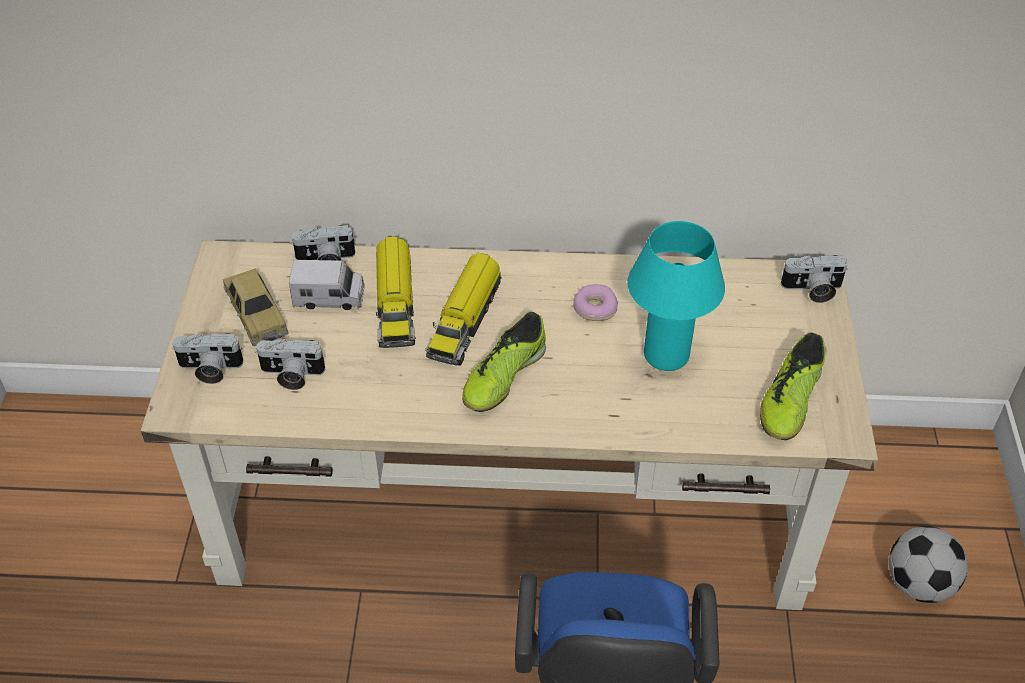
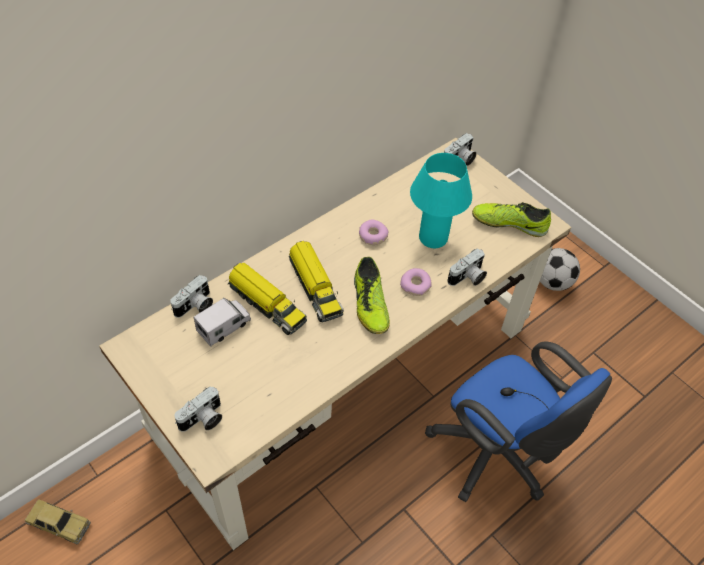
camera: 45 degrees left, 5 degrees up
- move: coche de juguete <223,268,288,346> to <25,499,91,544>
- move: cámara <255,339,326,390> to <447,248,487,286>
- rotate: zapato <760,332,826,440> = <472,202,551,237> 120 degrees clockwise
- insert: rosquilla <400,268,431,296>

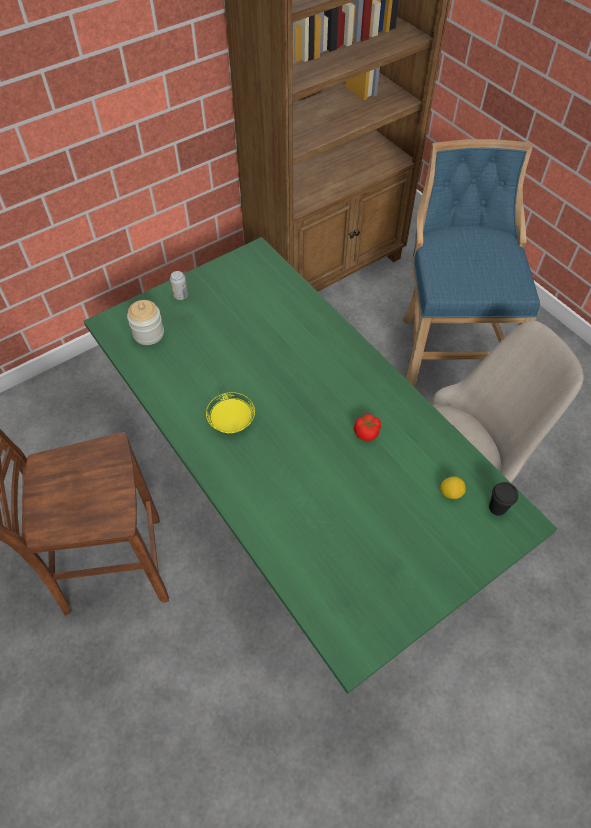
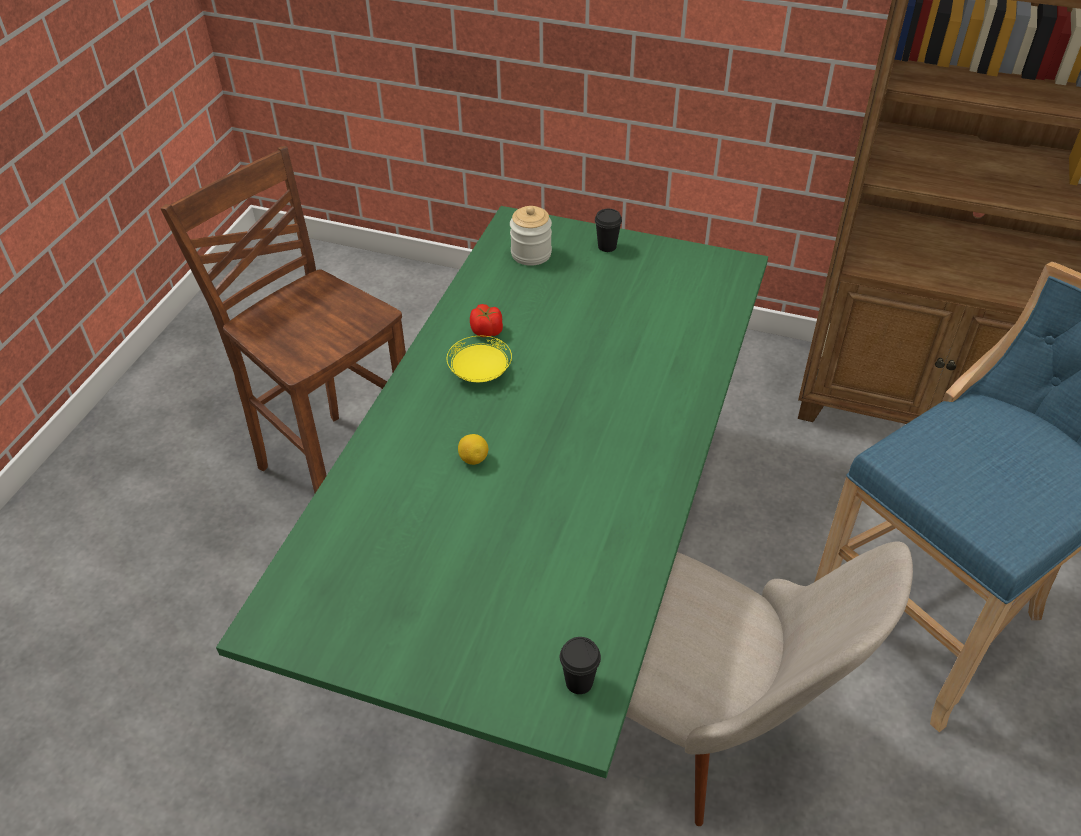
camera: 55 degrees right, 10 degrees down
- replace: lata <170,271,188,300> to taza (negro) <595,209,622,252>
- move: tomate <354,414,381,441> to <470,304,503,337>
- move: limón <440,477,466,499> to <458,434,488,465>

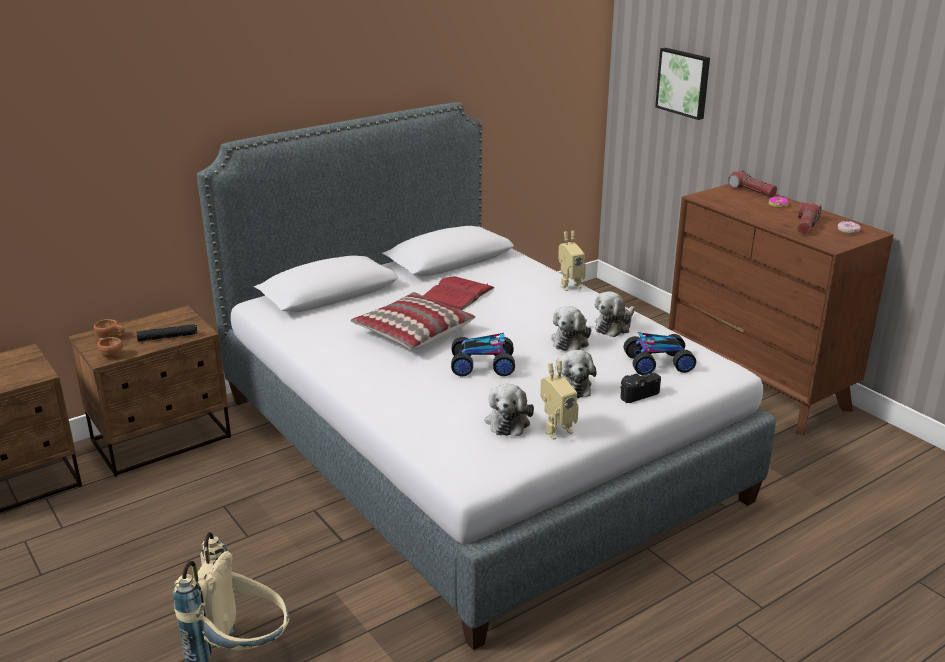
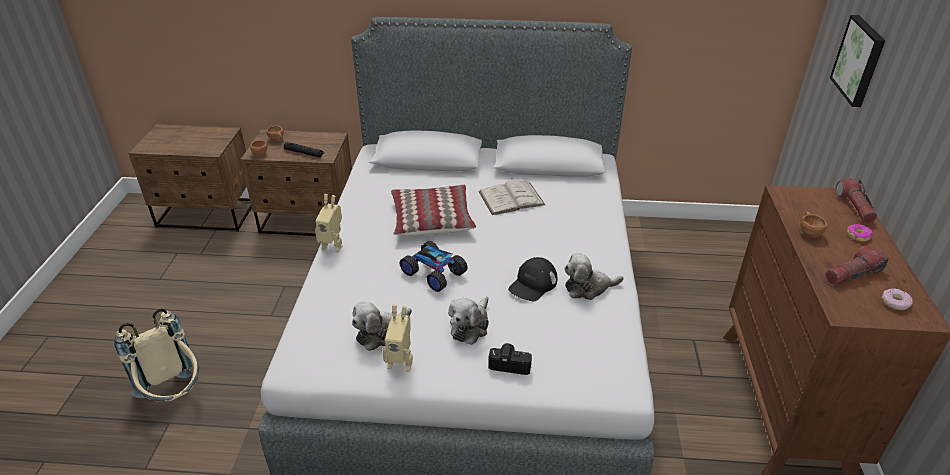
camera: 40 degrees right, 10 degrees up
- recolor: libro (rojo) <423,276,495,310> to libro (blanco) <479,181,545,215>
- replace: peluche <551,306,591,351> to gorra (negro) <508,257,557,302>
- move: robot de juguete <558,230,586,291> to <315,194,342,252>
- delete: coche de juguete <623,332,696,375>
- insert: taza (marrón) <800,211,828,238>

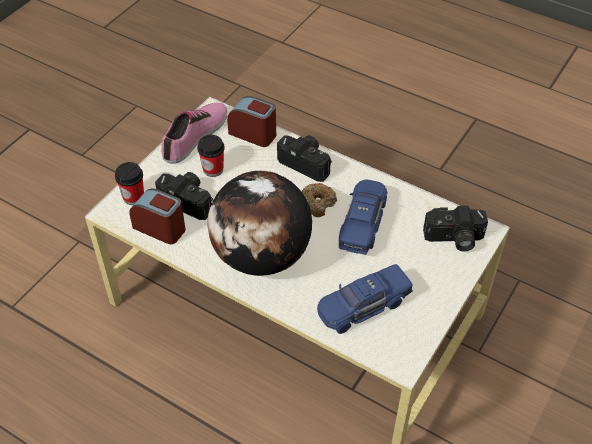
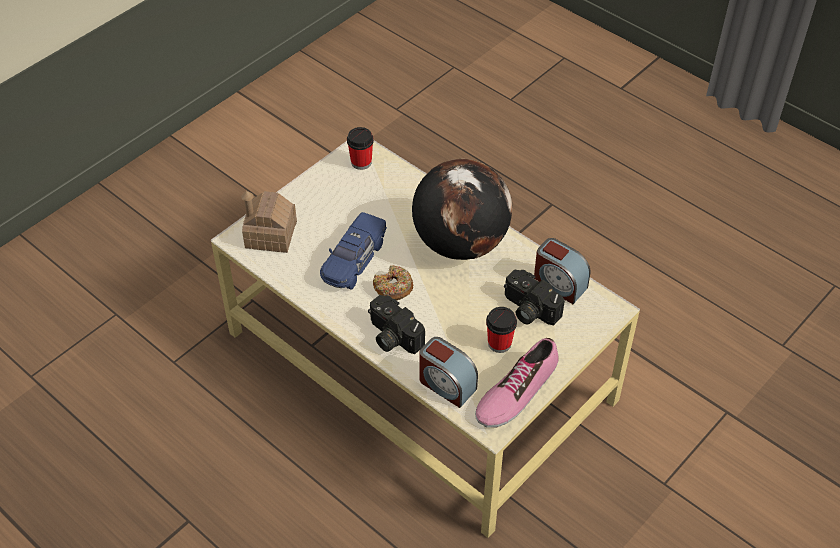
camera: 170 degrees left, 0 degrees up
- move: taza <115,162,144,205> to <347,127,374,170>
- delete: coche de juguete (azul) <317,264,413,334>
- replace: cámara <423,206,488,252> to casita <241,191,297,253>

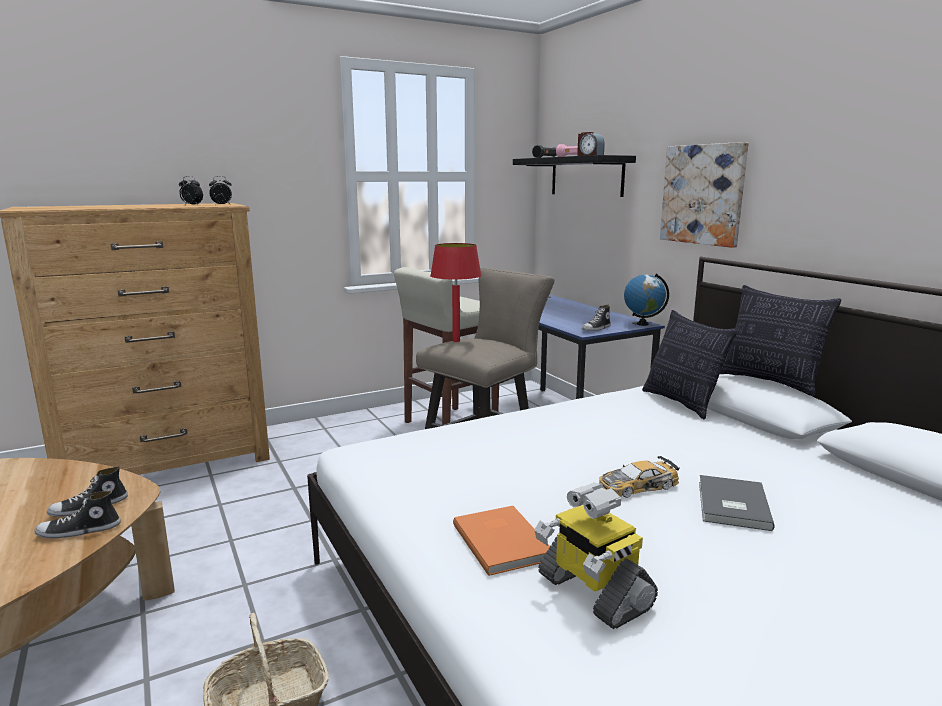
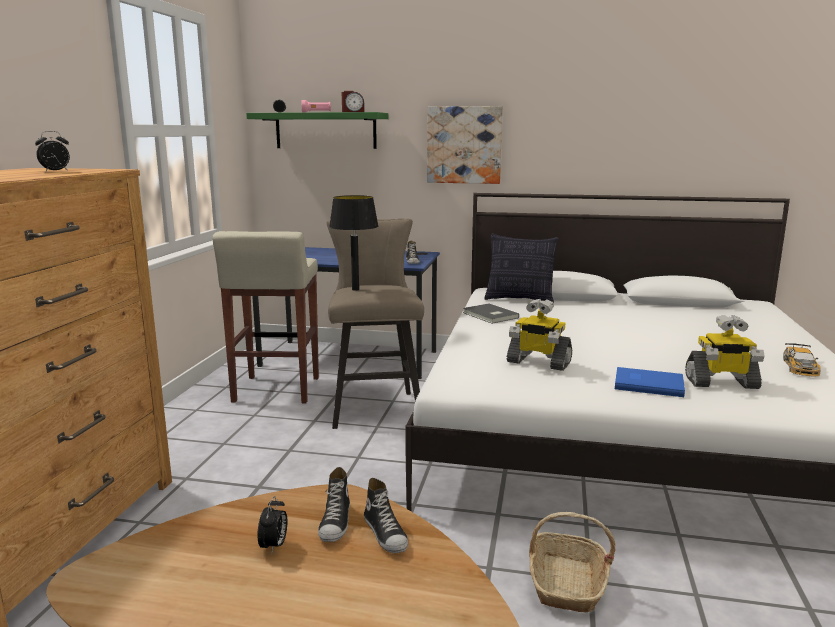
camera: 50 degrees left, 0 degrees up
- rotate: zapato <34,491,121,538> = <364,478,408,553> 45 degrees counterclockwise
- move: despertador <209,176,232,205> to <258,496,287,553>
- recolor: lámpara de mesa (rojo) <430,243,482,342> to lámpara de mesa (negro) <329,195,379,291>
- recolor: libro (naranja) <453,506,550,576> to libro (azul) <615,367,685,397>
- recolor: estante (negro) <513,155,636,197> to estante (verde) <246,112,389,149>
- move: coche de juguete <599,456,680,498> to <783,343,821,376>
- delete: globo terráqueo <624,273,669,326>
- move: libro (gris) <699,475,775,531> to <463,303,519,324>
- delete: cojín <720,285,841,396>
- insert: robot de juguete <507,299,572,371>

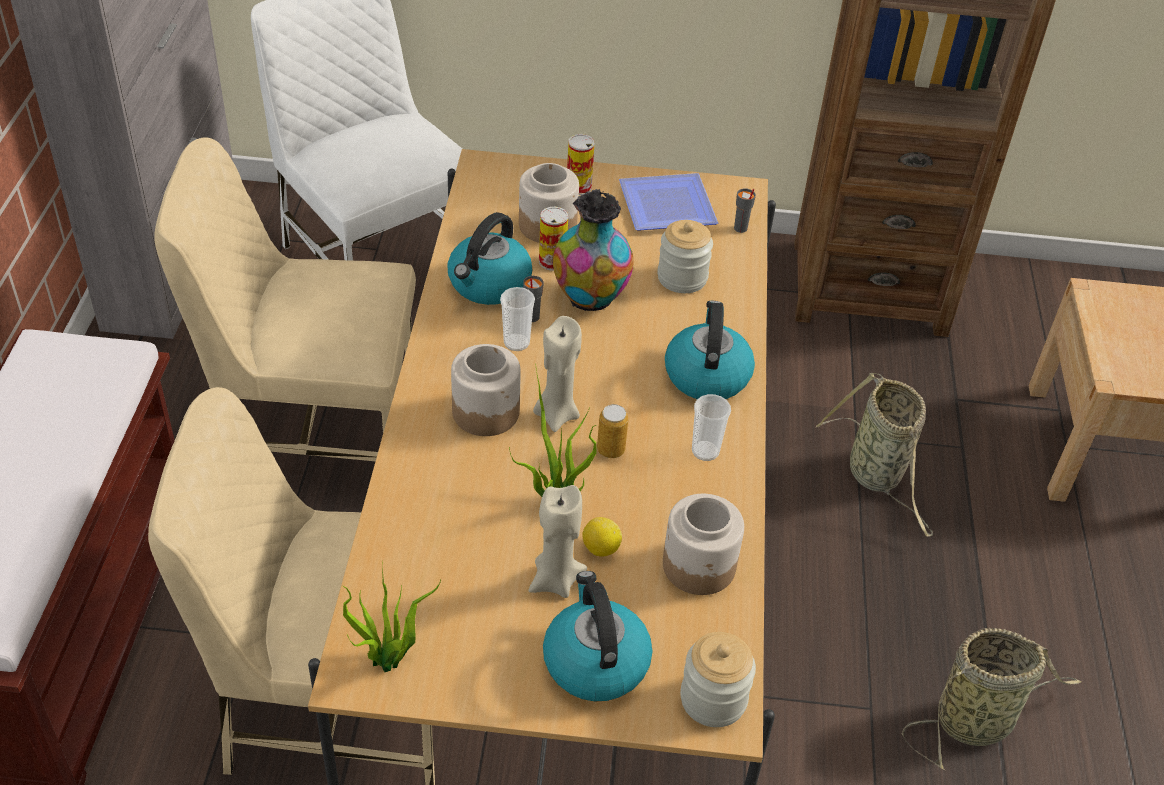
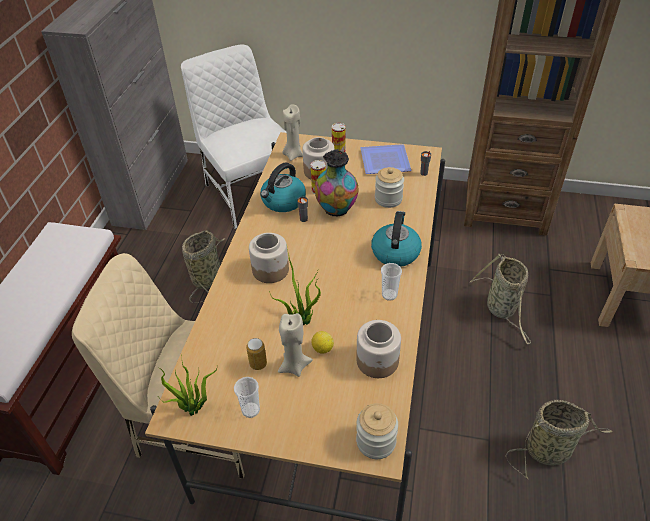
camera: 10 degrees right, 0 degrees up
- replace: silla (beis) <154,137,416,461> to cesta <182,230,225,303>
- move: taza <500,287,535,351> to <234,377,260,418>
- move: vela (beis) <533,316,582,432> to <282,104,303,161>
- delete: hervidor <543,571,652,701>
- move: lata <597,404,629,458> to <246,338,267,370>

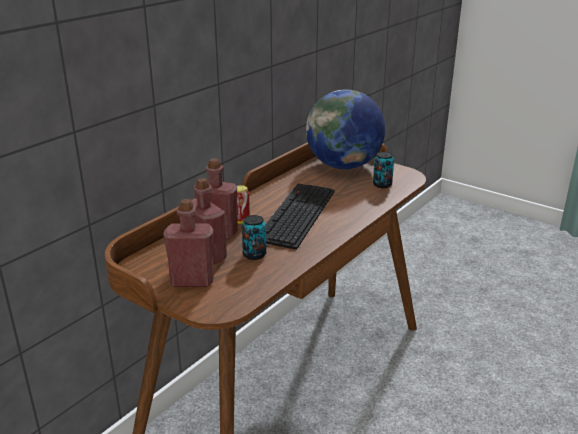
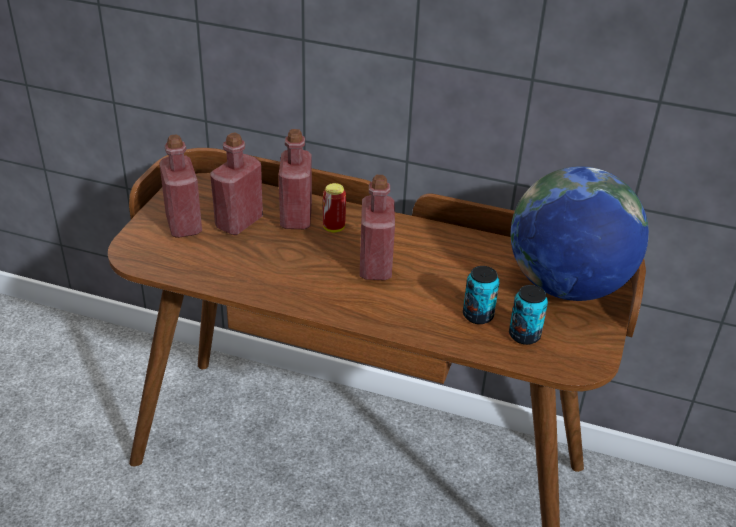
camera: 70 degrees right, 10 degrees up
- move: lata <242,215,266,260> to <463,266,500,324>
- replace: teclado <266,184,335,250> to botella (rojo) <360,175,395,280>

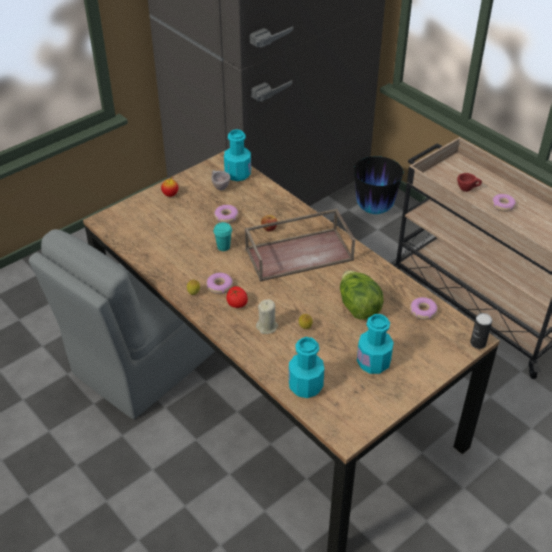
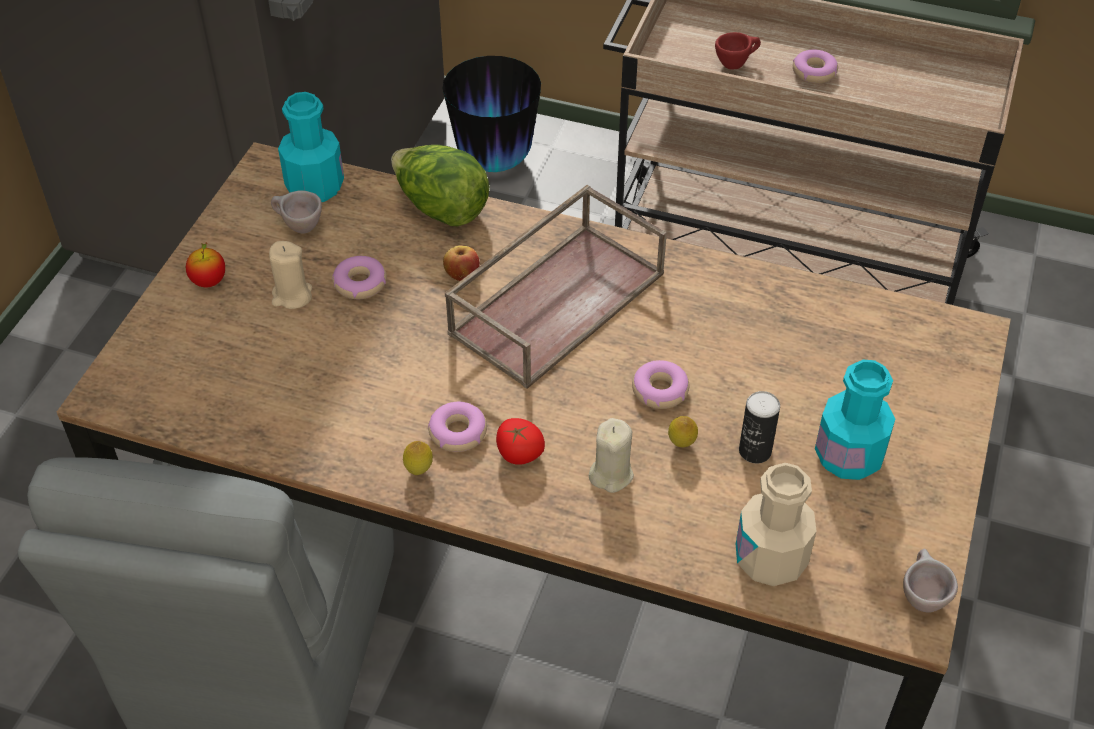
camera: 30 degrees left, 5 degrees up
- delete: taza (turquesa) <214,222,232,251>
- recolor: botella (turquesa) <289,337,324,398> to botella (beis) <736,463,817,586>
- move: lechuga <340,270,384,320> to <391,145,490,226>
- move: rosquilla <410,297,438,320> to <632,360,690,409>
- move: lata <470,313,492,349> to <739,391,780,463>
- insert: vela (beis) <269,241,312,309>
- insert: taza (beis) <903,549,958,613>

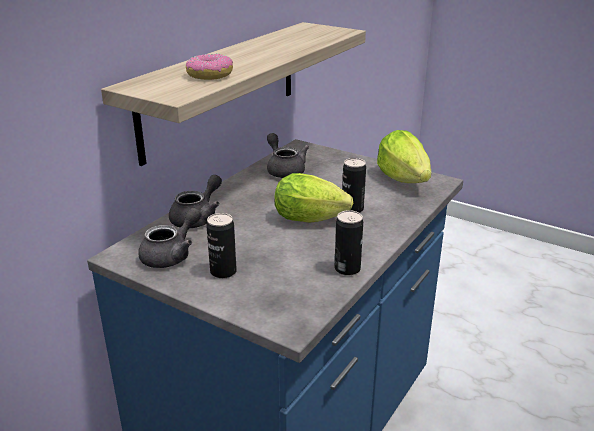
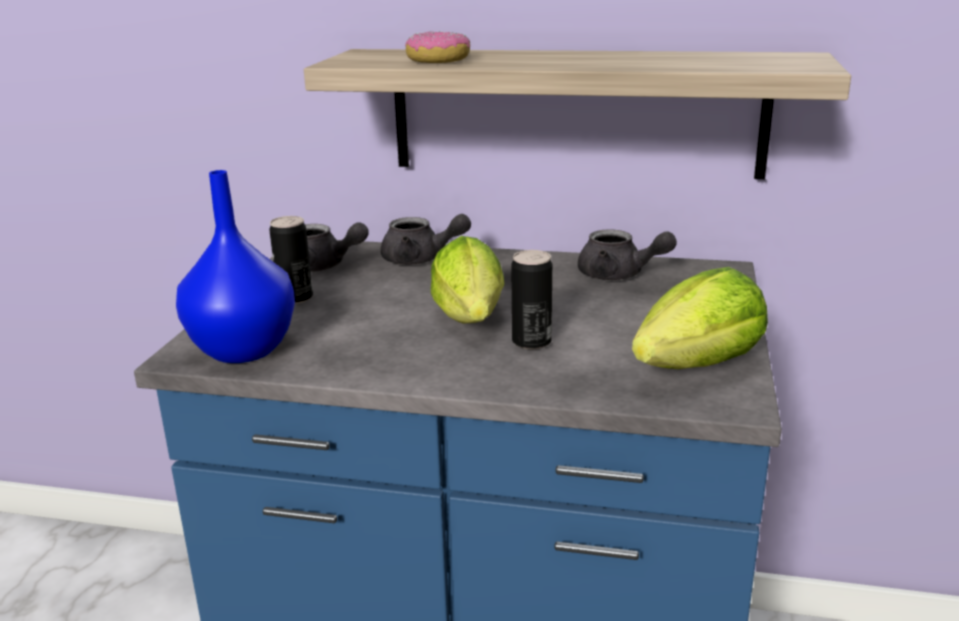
camera: 70 degrees right, 5 degrees down
- rotate: tetera (gris) <267,133,309,178> = <578,229,677,280> 75 degrees clockwise
- delete: lata <335,210,363,276>
- insert: florero (azul) <176,170,295,363>

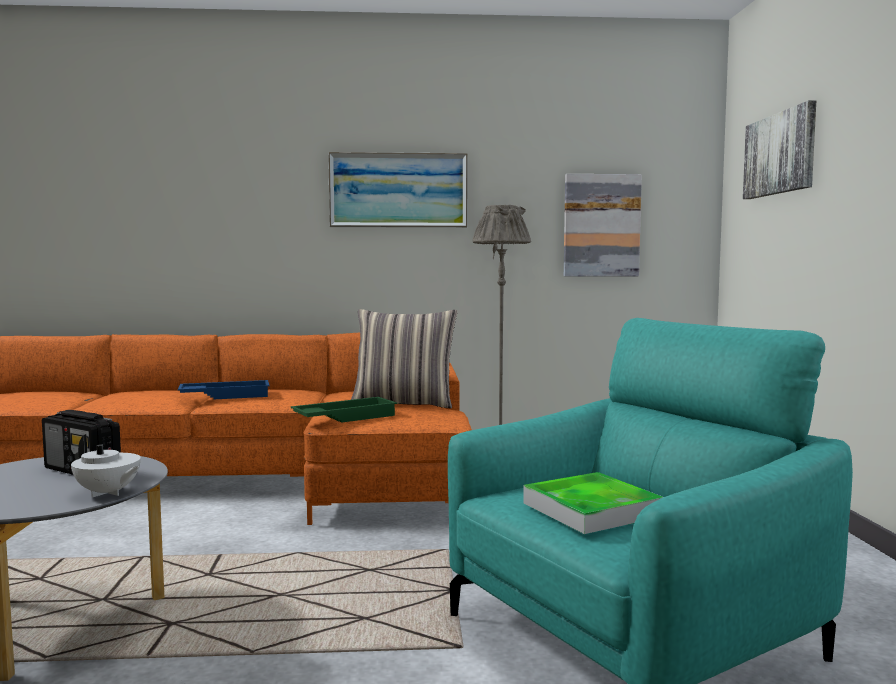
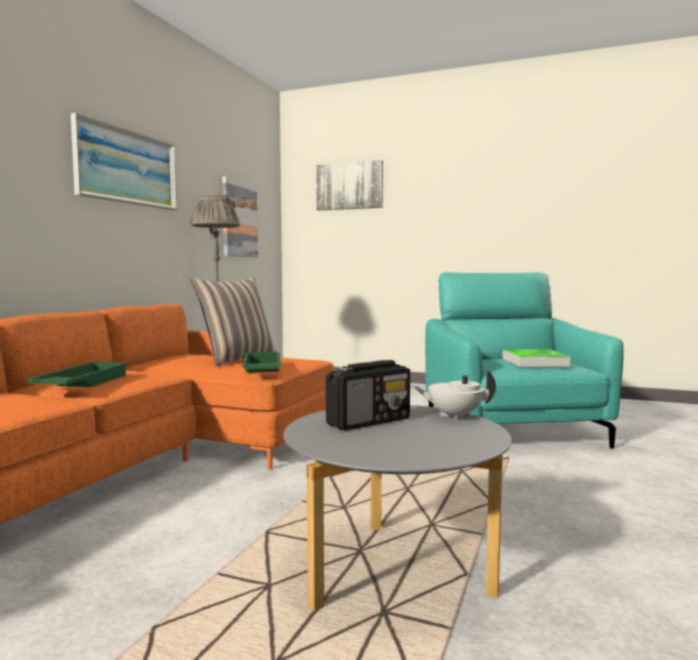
camera: 65 degrees left, 0 degrees up
- rotate: tetera (blanco) <71,434,141,498> = <413,369,496,420> 135 degrees counterclockwise
- recolor: bandeja (azul) <178,380,270,399> to bandeja (verde) <25,362,128,387>

